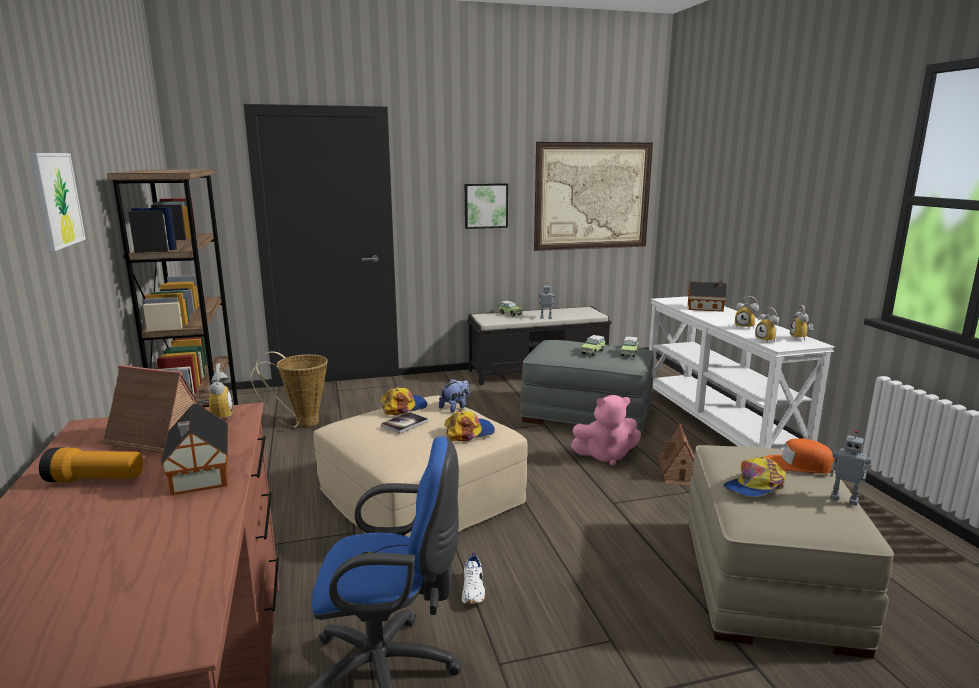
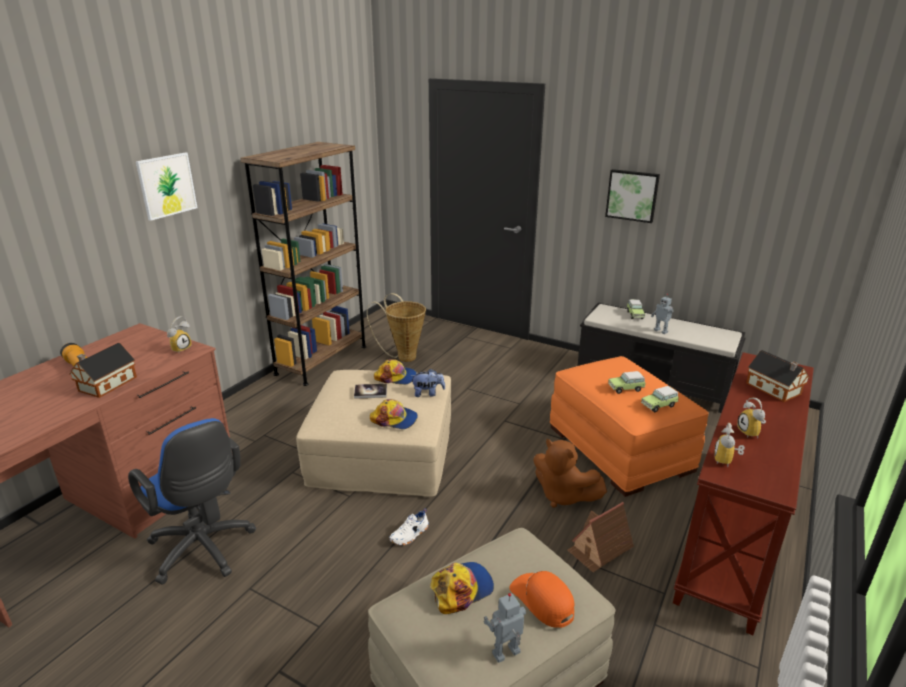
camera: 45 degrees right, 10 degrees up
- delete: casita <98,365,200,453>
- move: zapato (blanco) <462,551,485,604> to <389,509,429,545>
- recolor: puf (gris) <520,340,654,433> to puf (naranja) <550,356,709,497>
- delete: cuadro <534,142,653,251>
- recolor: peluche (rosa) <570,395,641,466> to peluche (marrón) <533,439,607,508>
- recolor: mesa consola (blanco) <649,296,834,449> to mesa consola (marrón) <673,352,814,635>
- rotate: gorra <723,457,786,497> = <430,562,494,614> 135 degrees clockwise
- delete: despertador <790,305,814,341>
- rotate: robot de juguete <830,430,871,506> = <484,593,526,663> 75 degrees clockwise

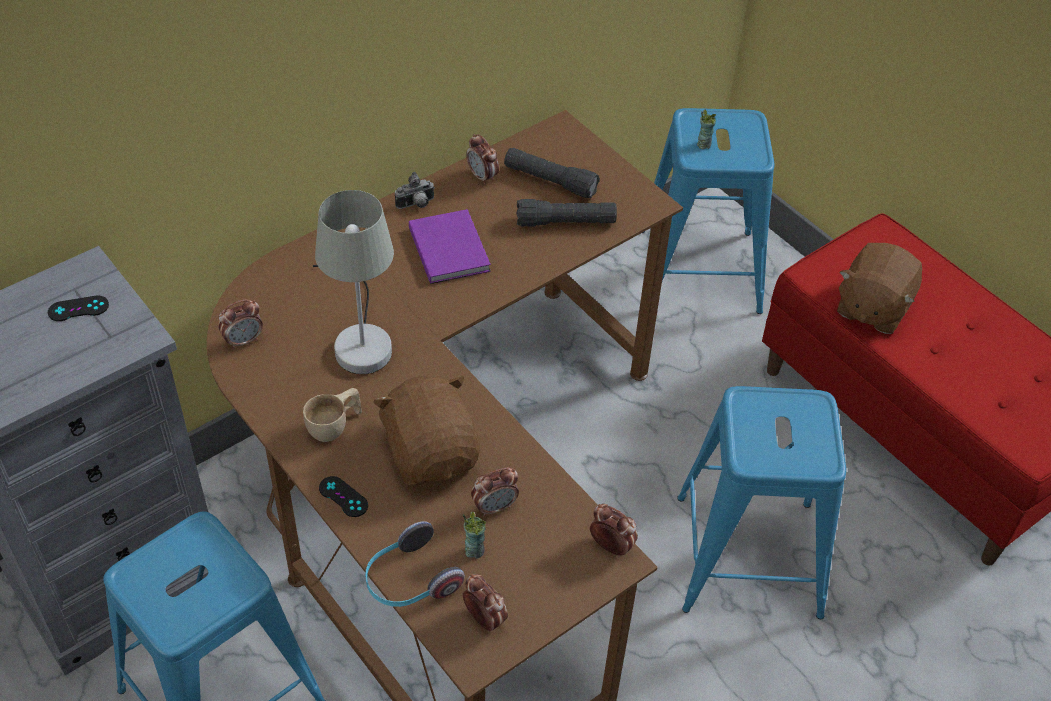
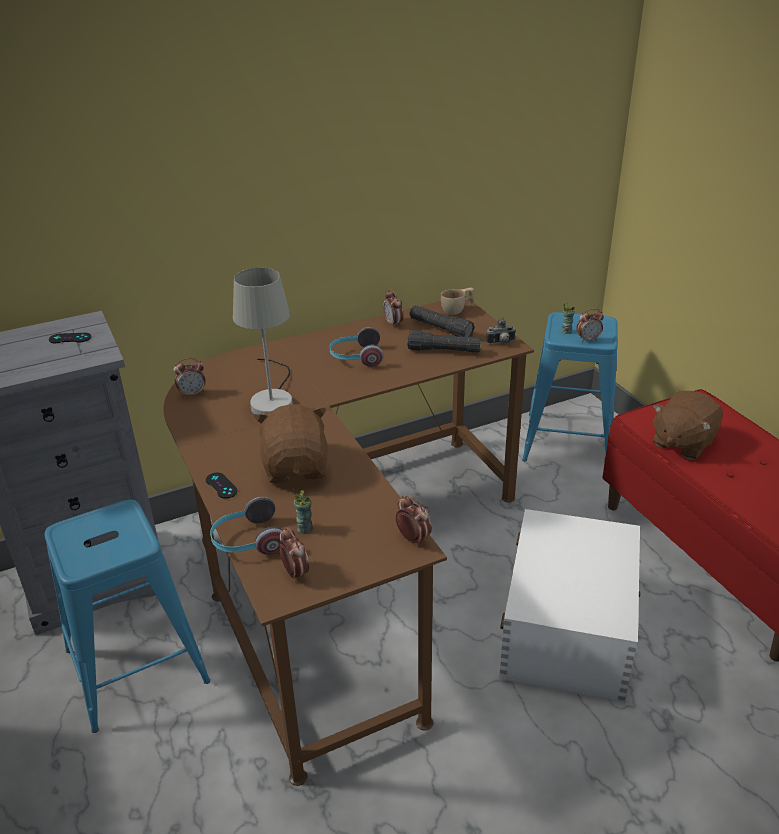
camera: 15 degrees right, 15 degrees down
- move: taza (beis) <303,388,362,442> to <441,288,474,315>
- move: cámara <395,172,435,209> to <486,317,516,344>
- replace: libro (morado) <409,209,491,284> to auriculares <329,327,384,367>
- move: despertador <471,467,519,517> to <576,309,604,342>
- replace: taburete (azul) <677,386,846,619> to caja de almacenaje (blanco) <499,509,641,703>

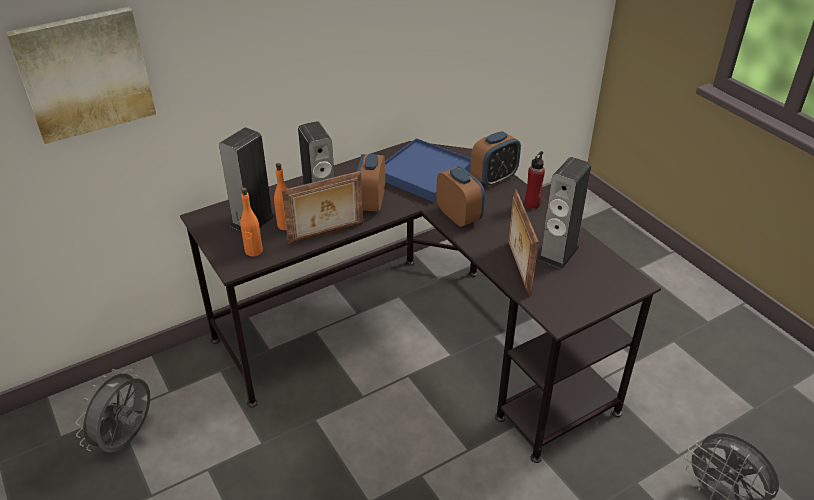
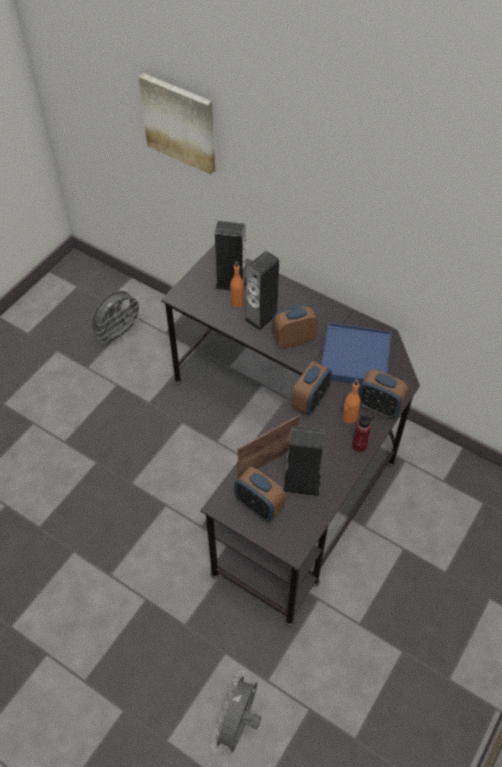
camera: 65 degrees right, 15 degrees up
- rotate: ventilador (gris) <76,369,150,452> = <92,291,143,344> 135 degrees clockwise
- move: botella (naranja) <240,187,263,256> to <343,379,361,424>
- delete: portarretratos <282,171,363,244>
- insert: despertador <234,467,286,522>

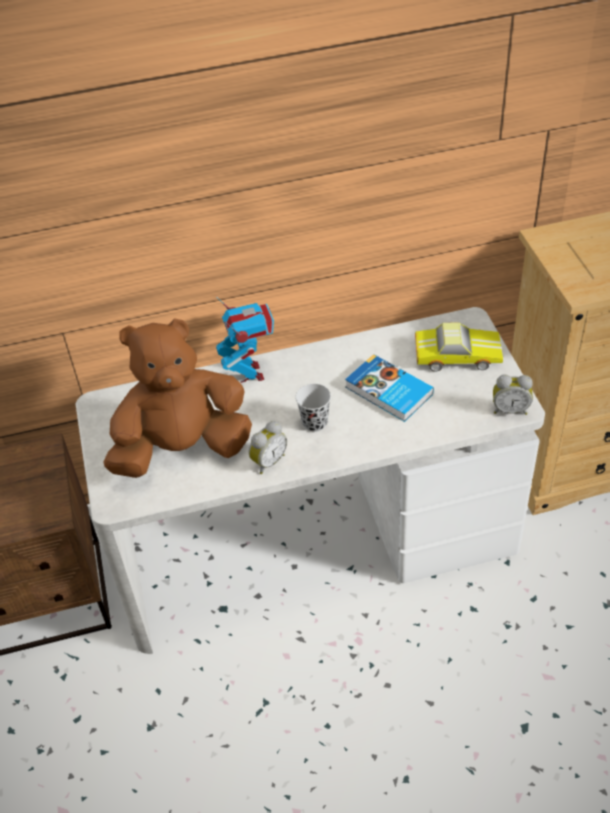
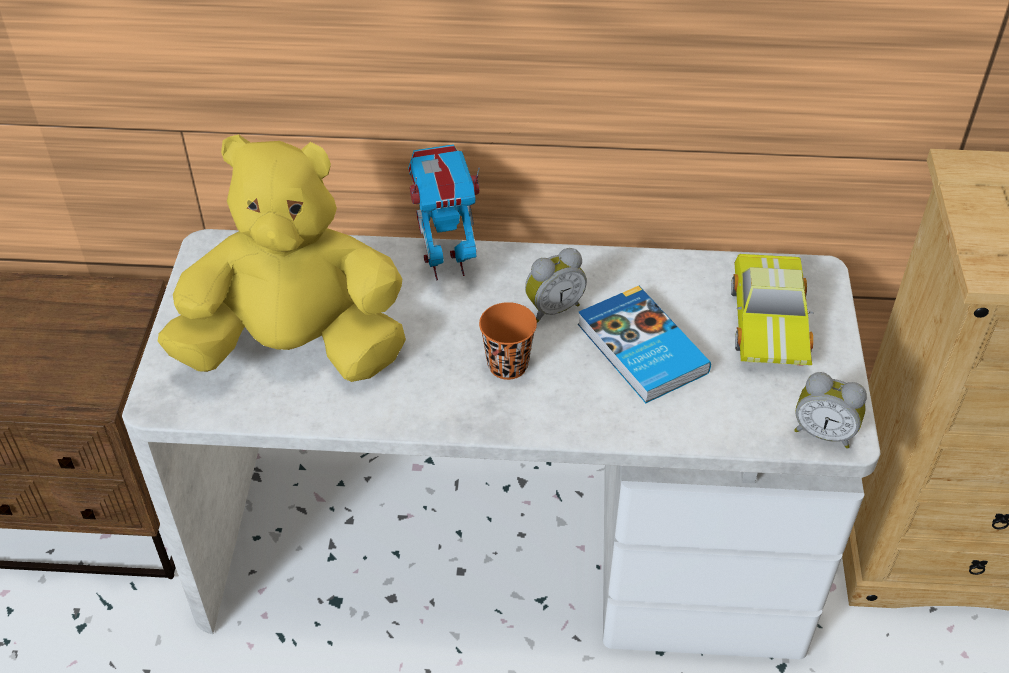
camera: 15 degrees right, 0 degrees up
- recolor: peluche (marrón) <103,318,252,478> to peluche (amarillo) <158,134,406,382>
- rotate: robot de juguete <216,296,274,383> = <408,144,480,281> 105 degrees counterclockwise
- move: despertador <249,421,287,474> to <525,248,587,323>
- recolor: taza (negro) <295,384,331,432> to taza (naranja) <479,302,537,380>
- rotate: coche de juguete <415,322,503,372> = <731,254,814,366> 75 degrees clockwise

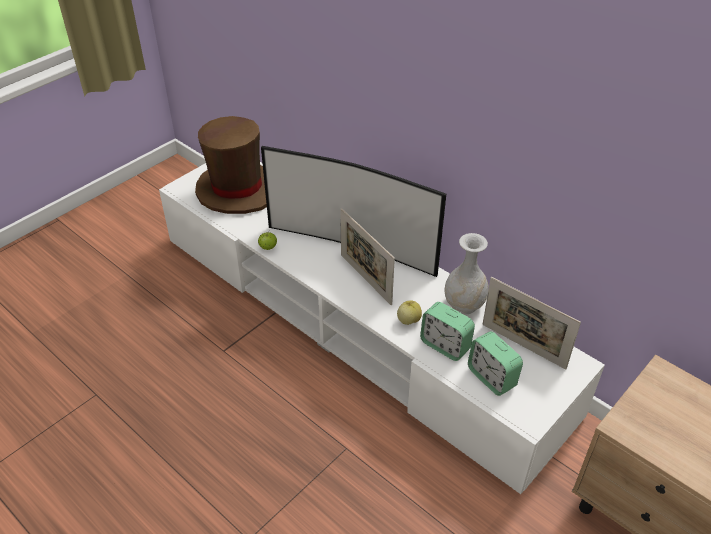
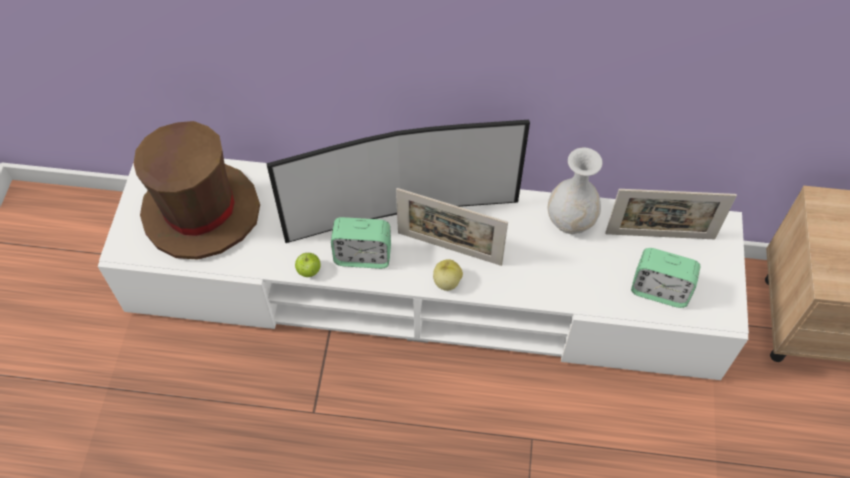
camera: 35 degrees left, 15 degrees up
- move: manzana <397,300,422,325> to <433,259,463,291>
- move: despertador <420,302,475,361> to <331,217,391,269>

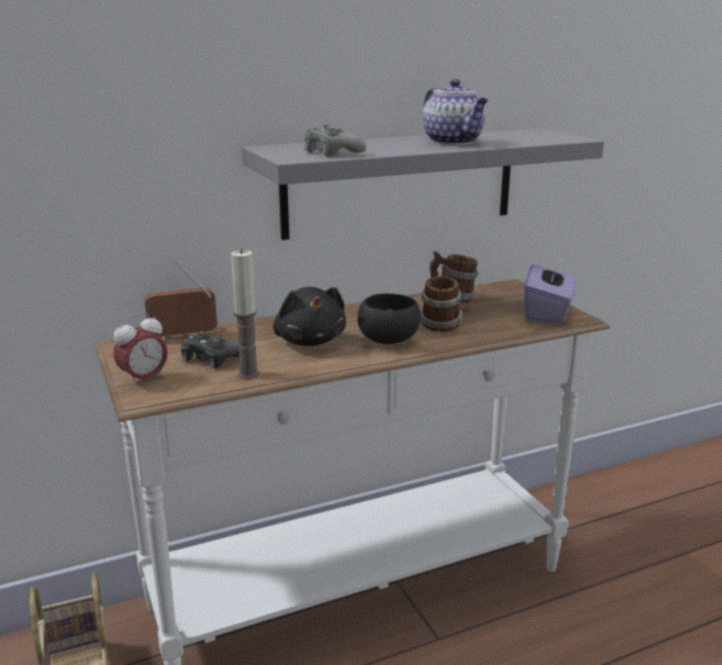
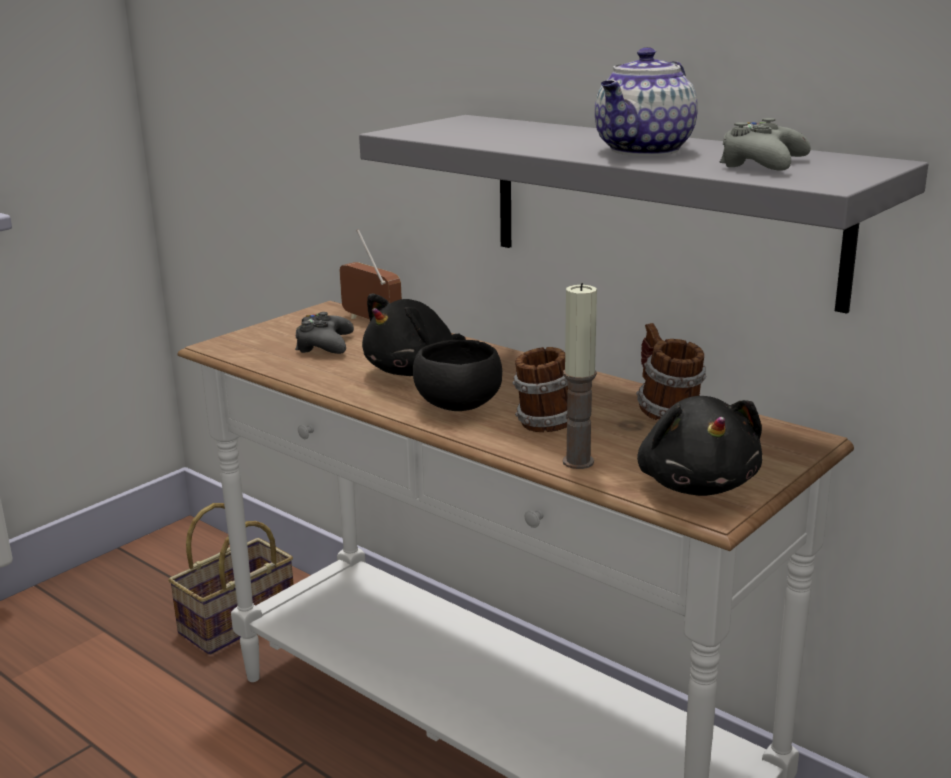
camera: 65 degrees right, 0 degrees up
- delete: despertador <113,312,168,388>
- move: vela <231,249,260,379> to <563,283,597,469>
- move: mando de consola (gris) <304,124,366,156> to <719,118,811,171>
- replace: caja de pañuelos (morado) <524,256,577,324> to peluche (negro) <637,396,762,496>

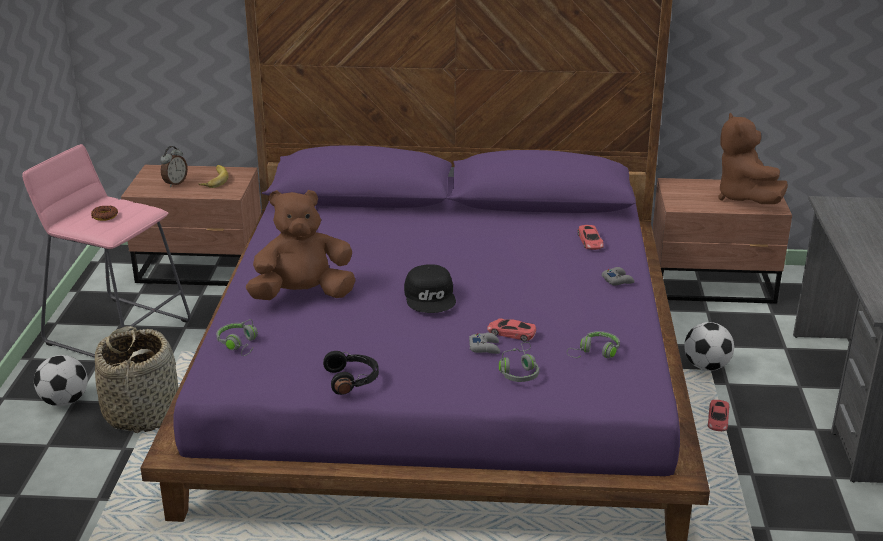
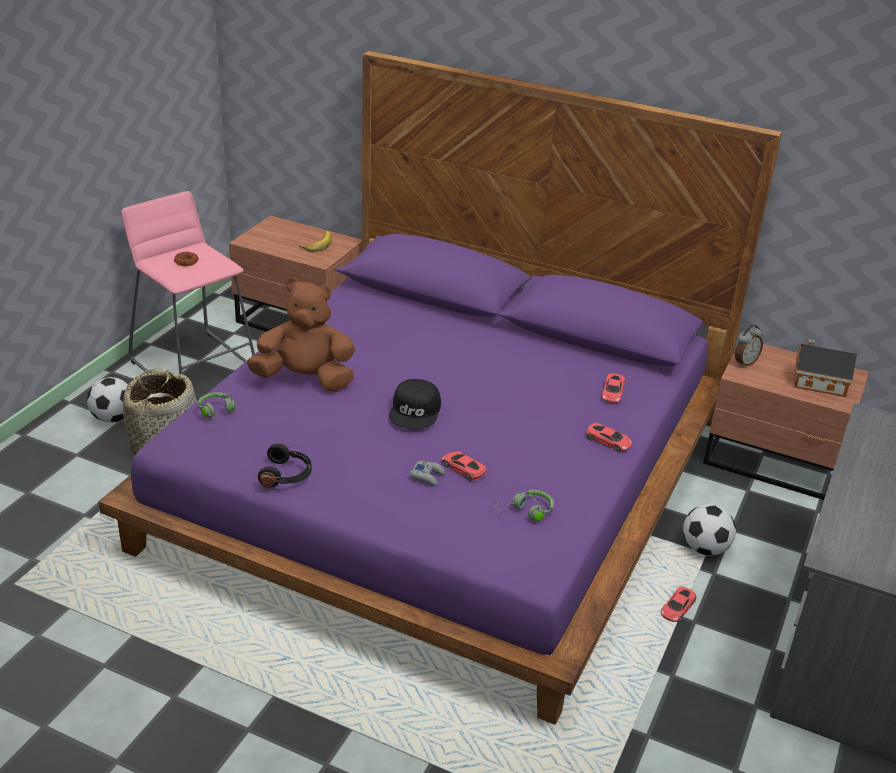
camera: 20 degrees right, 5 degrees up
- move: despertador <160,146,188,187> to <735,324,763,367>
- delete: auriculares (gris) <499,342,539,382>
- replace: mando de consola (gris) <602,267,635,285> to coche de juguete (rojo) <586,423,632,452>
- replace: peluche (marrón) <718,112,788,204> to casita <794,339,857,397>

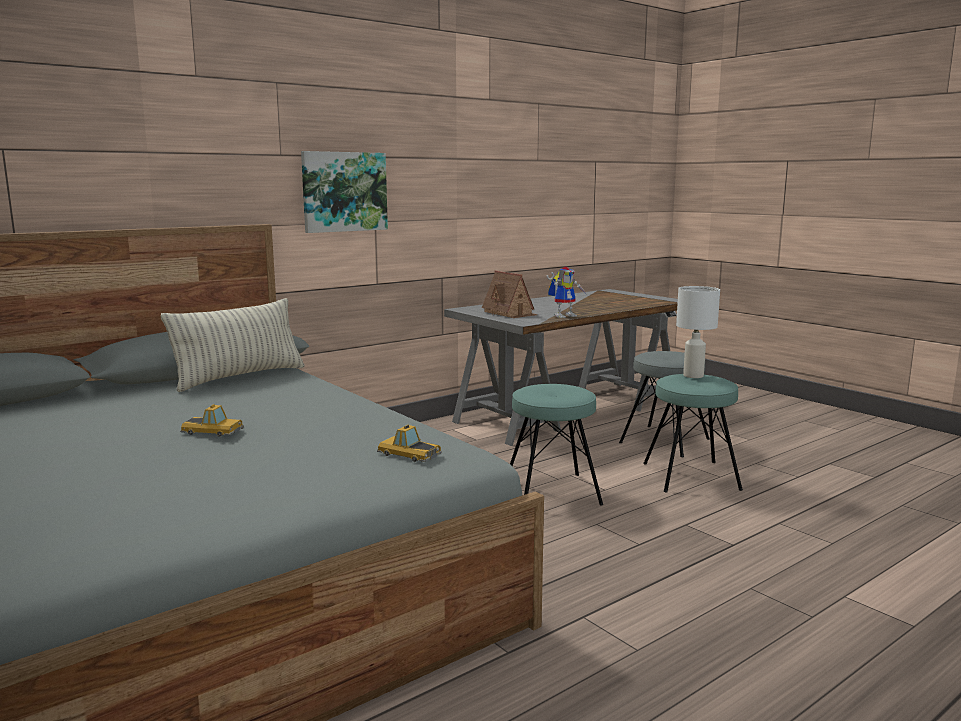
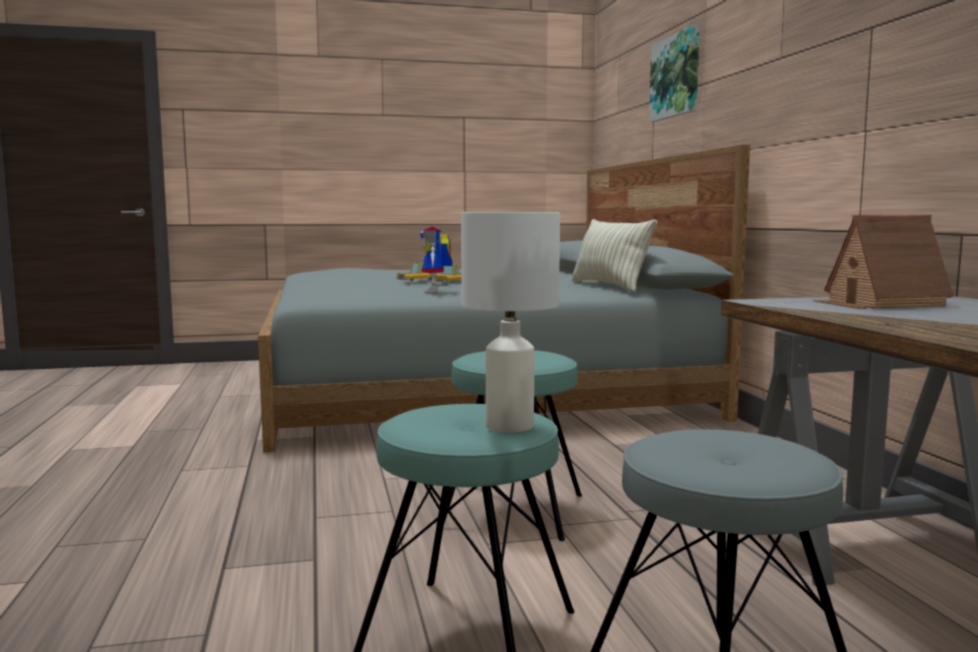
camera: 115 degrees right, 5 degrees down
- move: cuadro <301,151,388,233> to <649,24,700,122>
- move: coche de juguete <377,425,442,462> to <396,261,432,281>
- move: robot de juguete <547,266,586,318> to <420,227,453,293>

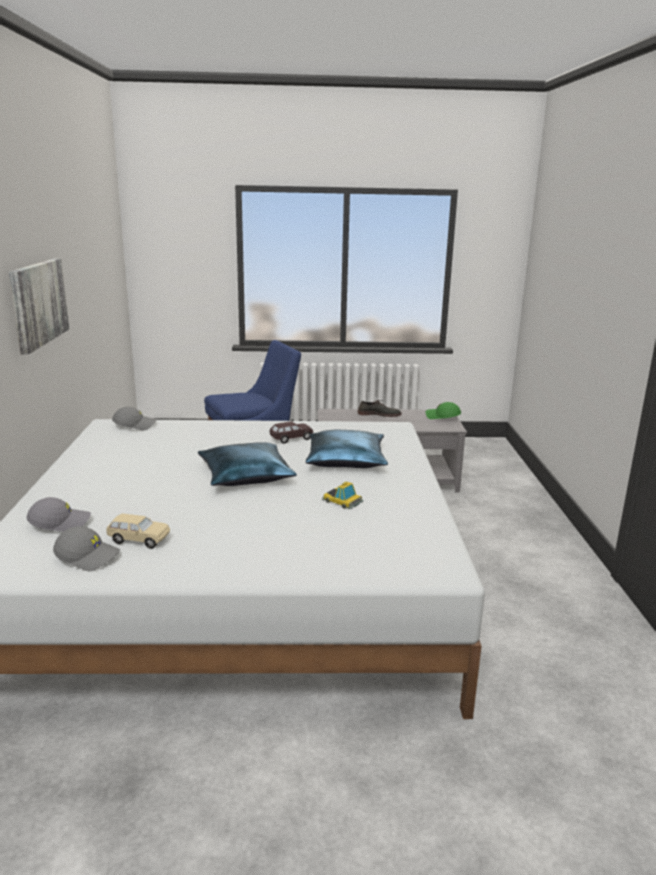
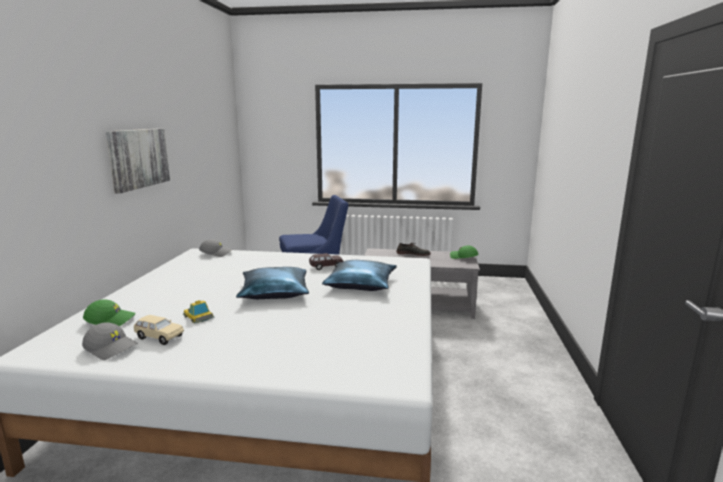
camera: 10 degrees right, 5 degrees down
- recolor: gorra (gris) <27,497,91,532> to gorra (verde) <83,299,136,327>
- move: coche de juguete <322,482,364,509> to <183,300,215,323>

